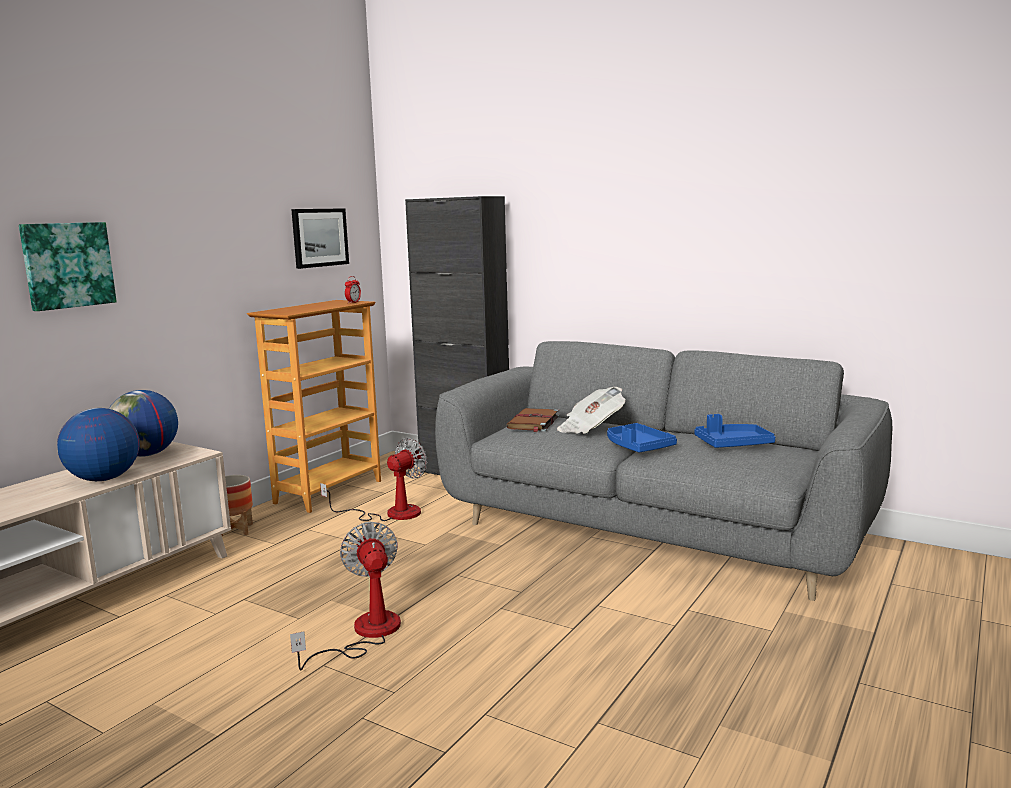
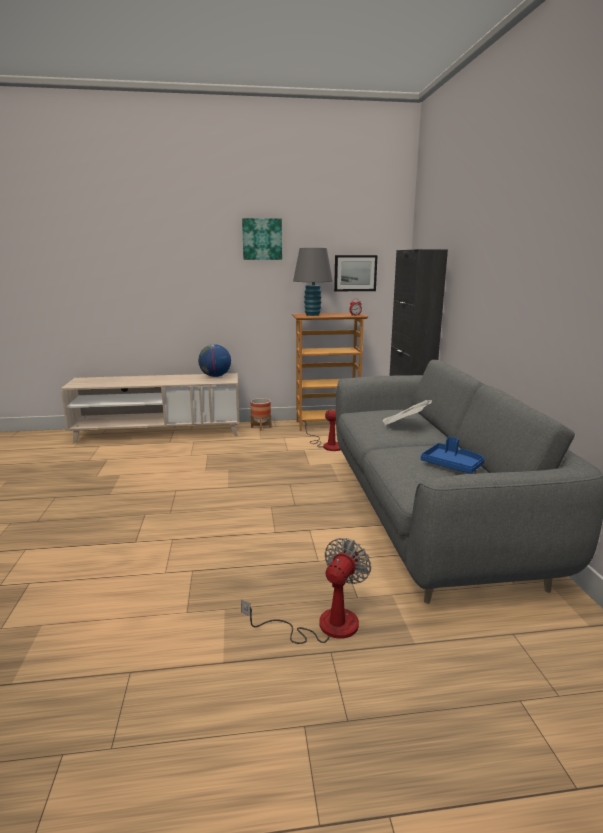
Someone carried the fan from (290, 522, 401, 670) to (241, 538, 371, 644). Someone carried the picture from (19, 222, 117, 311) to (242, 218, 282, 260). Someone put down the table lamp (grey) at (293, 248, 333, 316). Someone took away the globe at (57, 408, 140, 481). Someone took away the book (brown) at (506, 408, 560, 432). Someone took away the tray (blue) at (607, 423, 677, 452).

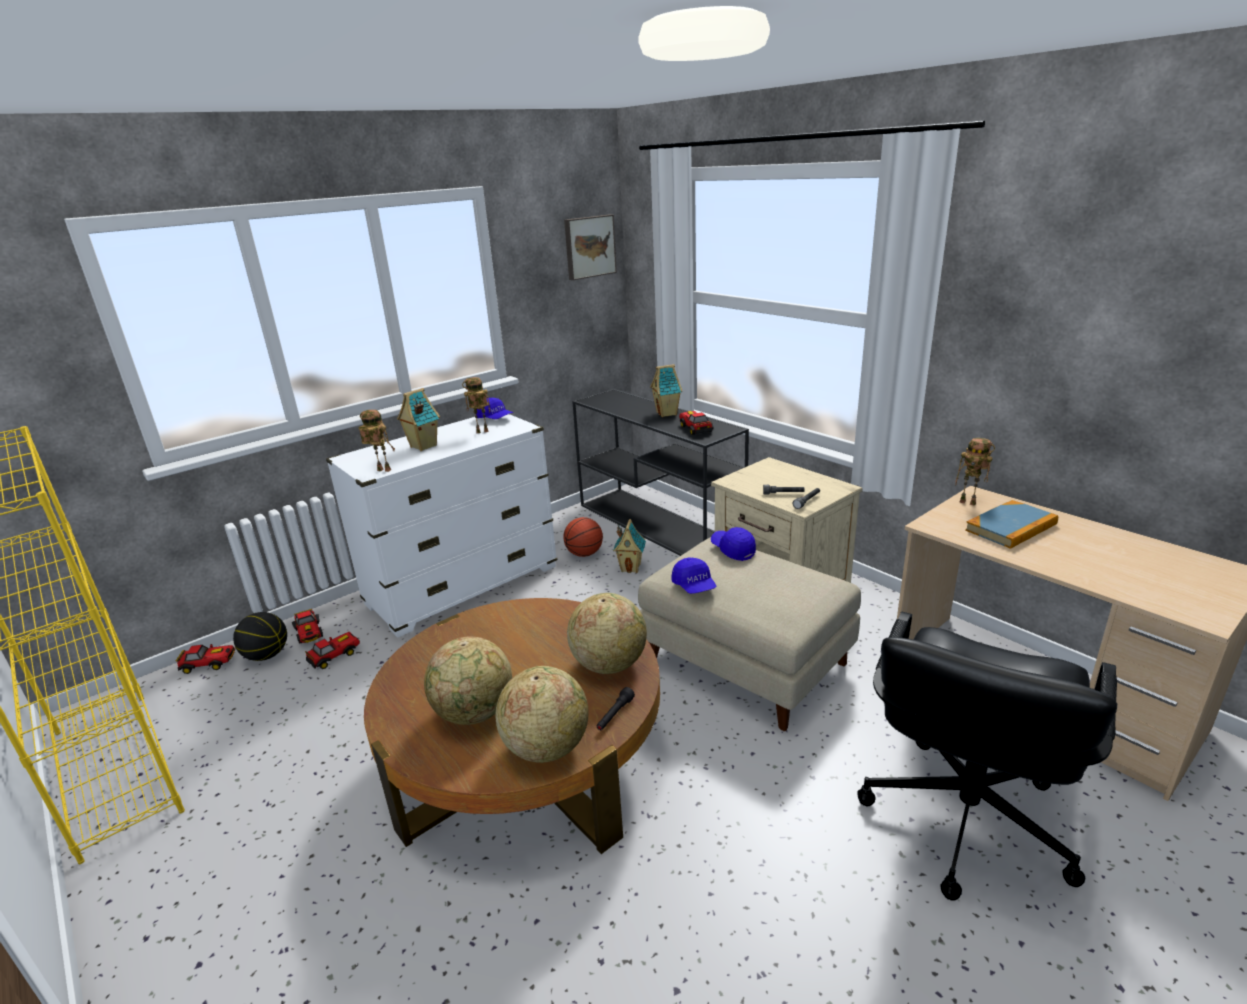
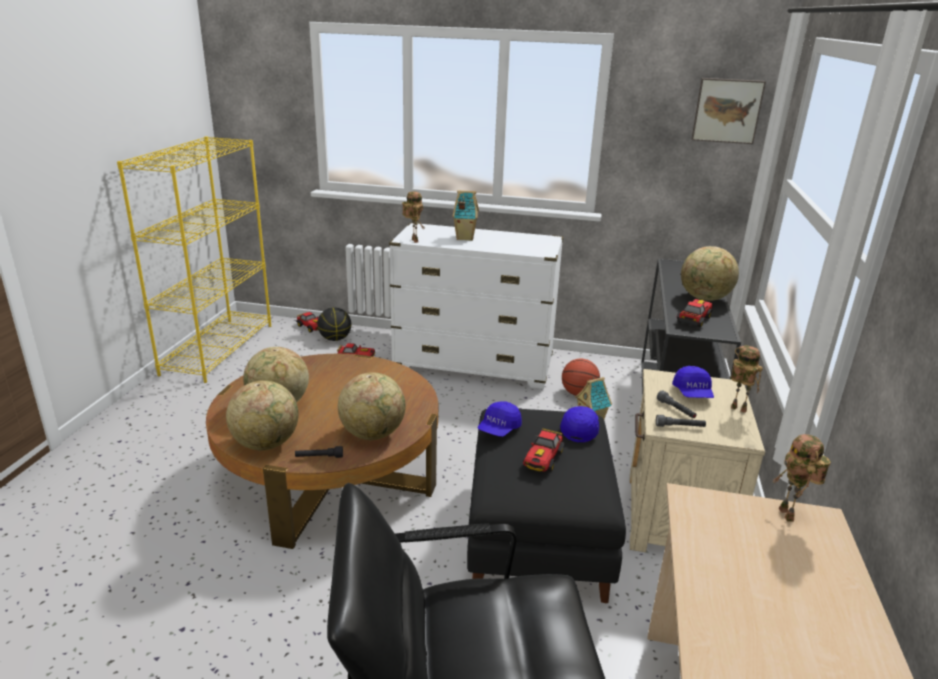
Someone repainted the ottoman (beige) at (638, 537, 861, 731), which became the ottoman (black) at (467, 409, 626, 603). Someone carried the toy car from (292, 609, 323, 644) to (523, 428, 565, 472). Someone carried the cap (blue) from (475, 398, 513, 419) to (672, 366, 714, 398). Someone swapped the toy house at (650, 364, 682, 417) for the globe at (681, 246, 739, 301). Someone carried the toy robot from (462, 377, 490, 433) to (731, 345, 763, 413). Someone took away the book at (965, 500, 1058, 549).

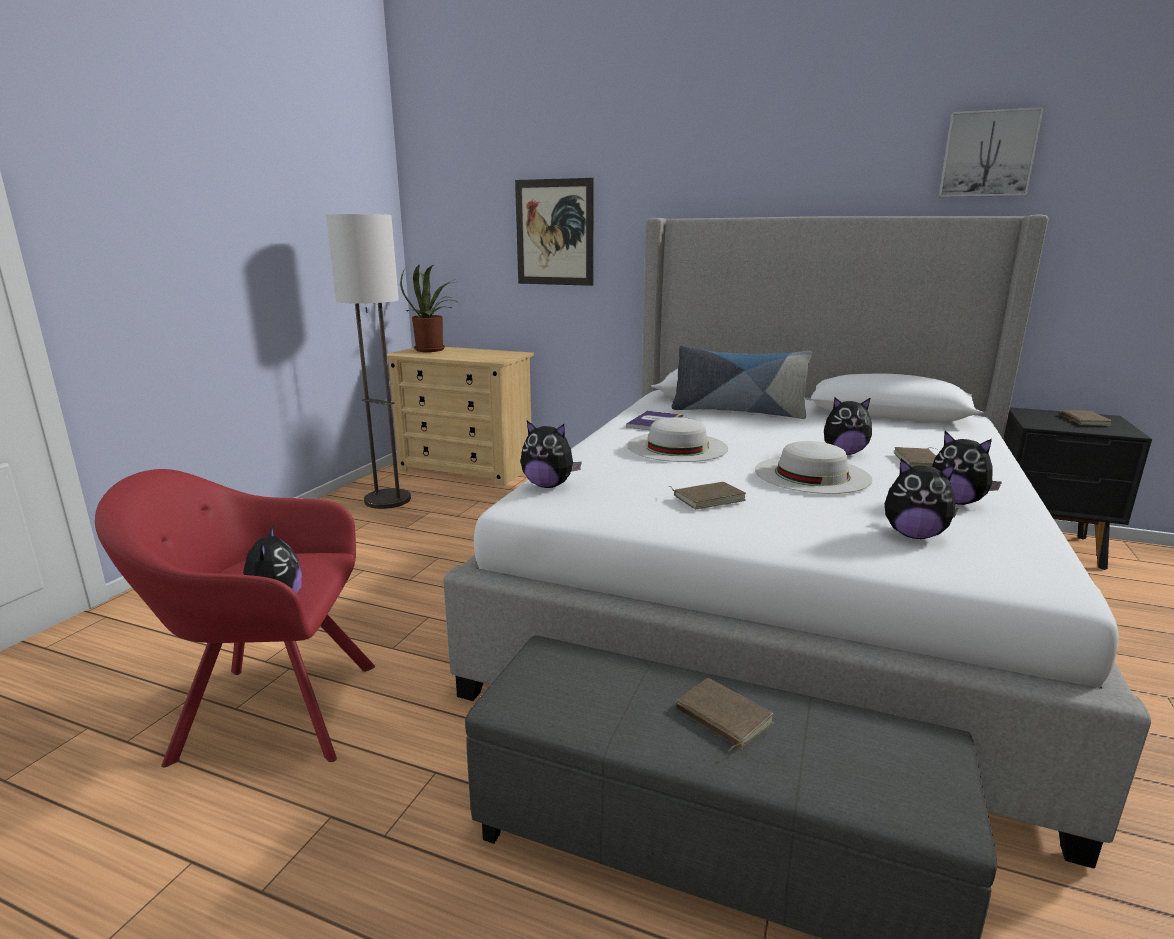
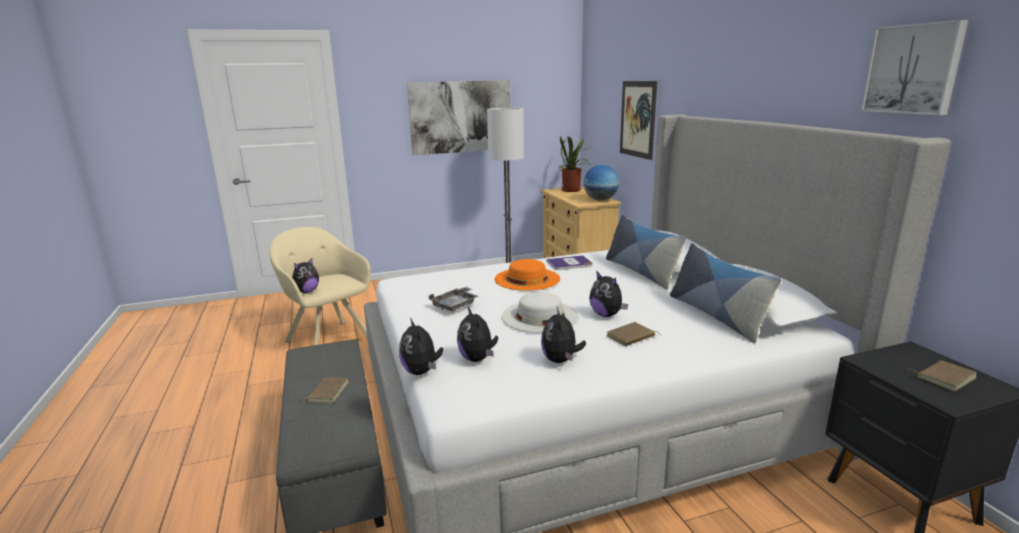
Someone repainted the armchair (red) at (95, 469, 375, 767), which became the armchair (beige) at (269, 227, 370, 345). Someone carried the plush toy from (521, 421, 582, 488) to (399, 318, 444, 375). Someone put up the picture at (407, 80, 510, 155). Someone swapped the book (brown) at (670, 482, 746, 509) for the tray (grey) at (429, 287, 479, 311). Someone repainted the hat (white) at (627, 417, 728, 462), which became the hat (orange) at (495, 259, 560, 291). Someone put down the globe at (584, 165, 619, 200). Someone put down the pillow at (670, 243, 782, 343).

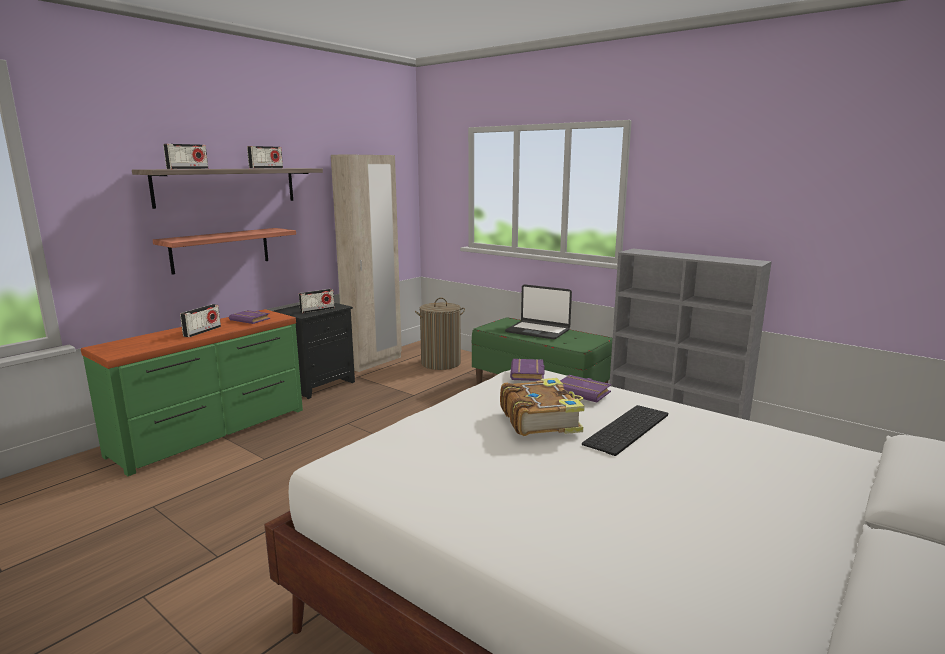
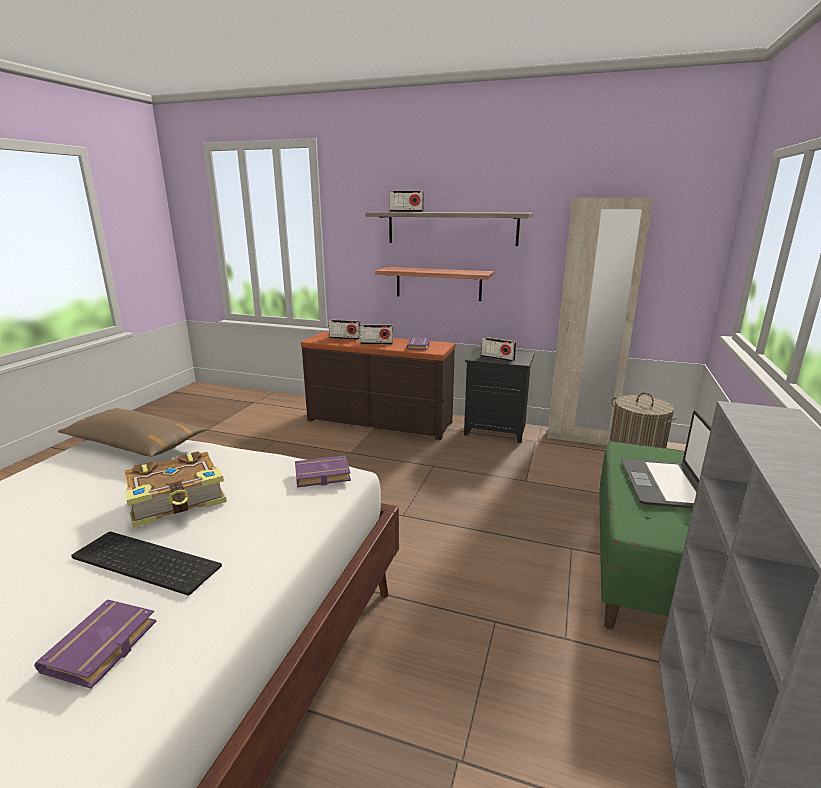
Someone carried the book (purple) from (560, 375, 611, 402) to (34, 599, 157, 689). Someone put down the pillow (brown) at (57, 408, 207, 457). Someone repainted the dresser (green) at (81, 309, 303, 476), which became the dresser (brown) at (301, 332, 455, 440). Someone carried the radio from (247, 146, 283, 168) to (328, 320, 360, 340).

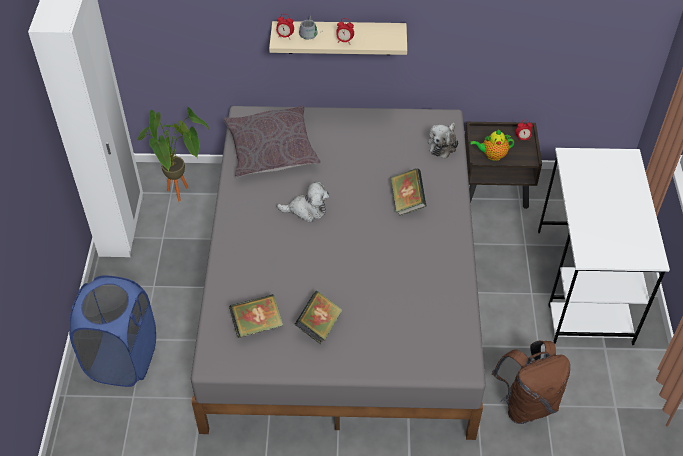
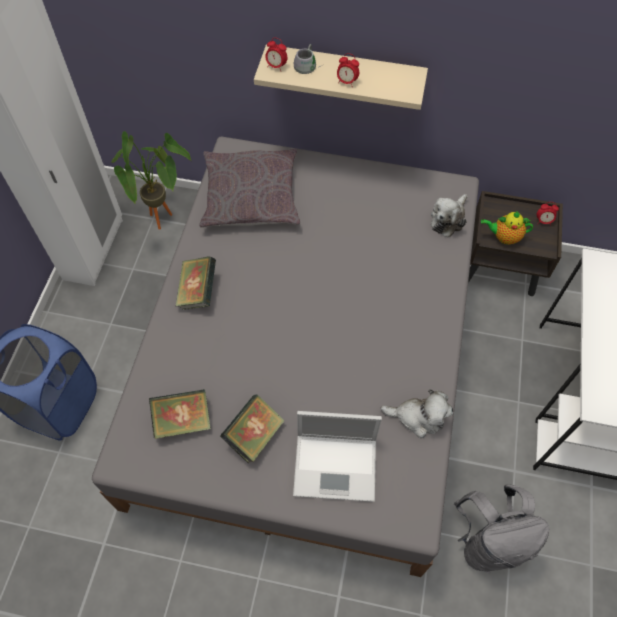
Someone carried the book from (391, 168, 427, 216) to (176, 256, 216, 310). Someone put down the laptop at (293, 411, 382, 502). Someone carried the plush toy from (277, 181, 329, 222) to (381, 389, 453, 438). Someone repainted the backpack (brown) at (492, 341, 570, 424), which became the backpack (grey) at (453, 484, 549, 574).

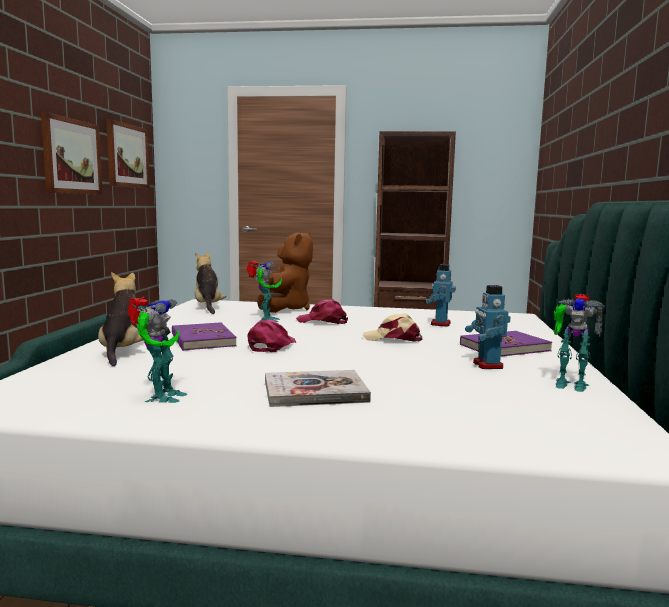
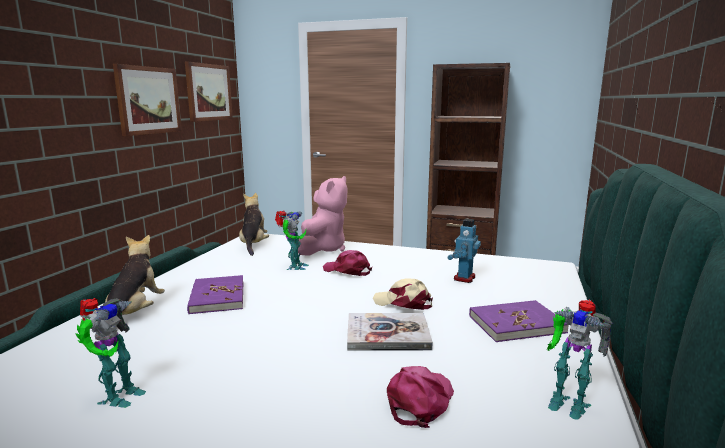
Someone repainted the plush toy (brown) at (257, 231, 313, 313), which became the plush toy (pink) at (298, 176, 347, 256). Someone carried the book from (265, 370, 371, 407) to (347, 313, 433, 351). Someone carried the cap (pink) from (247, 320, 297, 352) to (387, 366, 454, 428). Someone took away the toy robot at (465, 285, 510, 369).

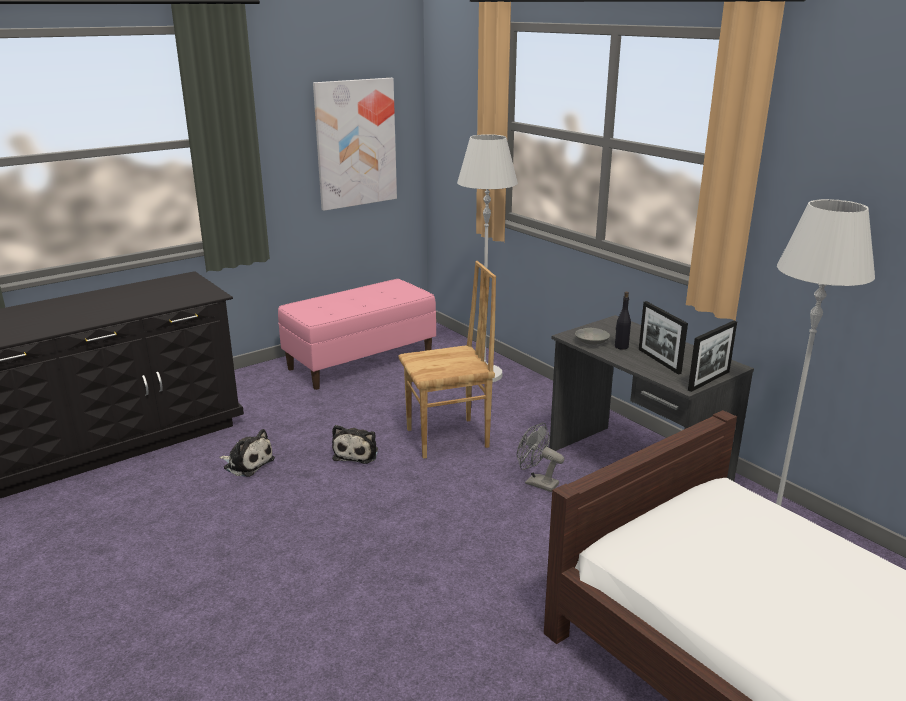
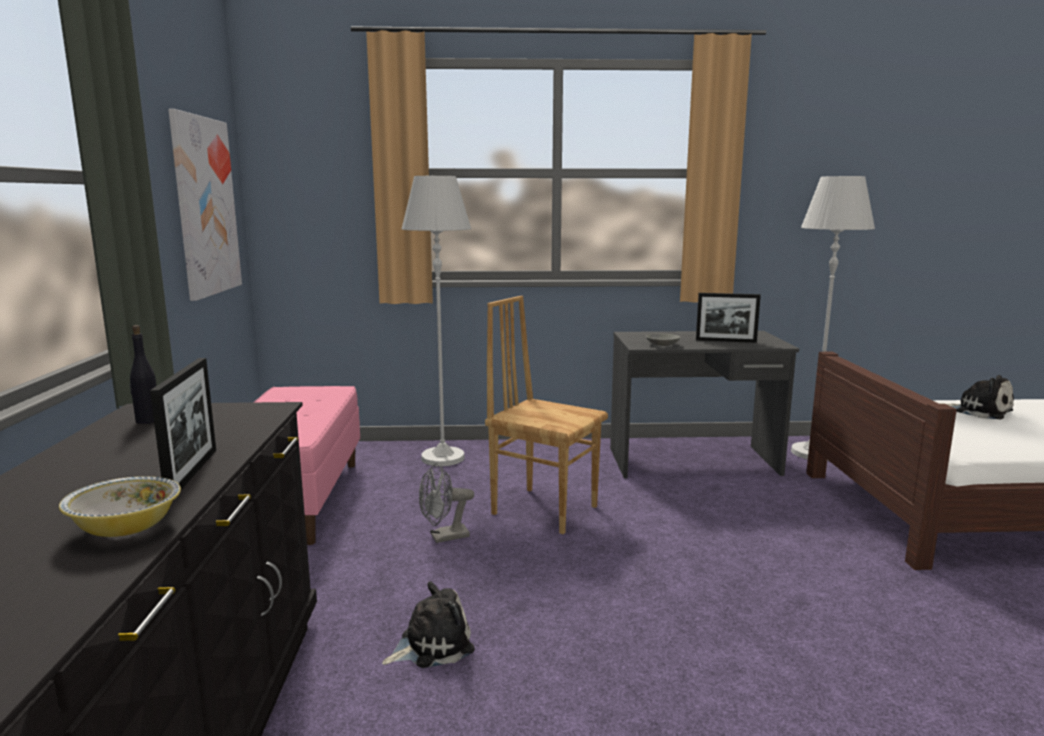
Someone put down the bowl at (59, 476, 181, 537). Someone carried the bottle (black) from (615, 292, 631, 350) to (130, 325, 156, 424). Someone carried the picture frame from (688, 321, 737, 392) to (150, 358, 216, 490). Someone carried the fan (grey) from (517, 422, 564, 492) to (419, 463, 474, 543). Someone rotated the chair (brown) at (399, 261, 496, 459) by 75 degrees counterclockwise. Someone carried the plush toy from (332, 425, 378, 464) to (940, 375, 1014, 419).

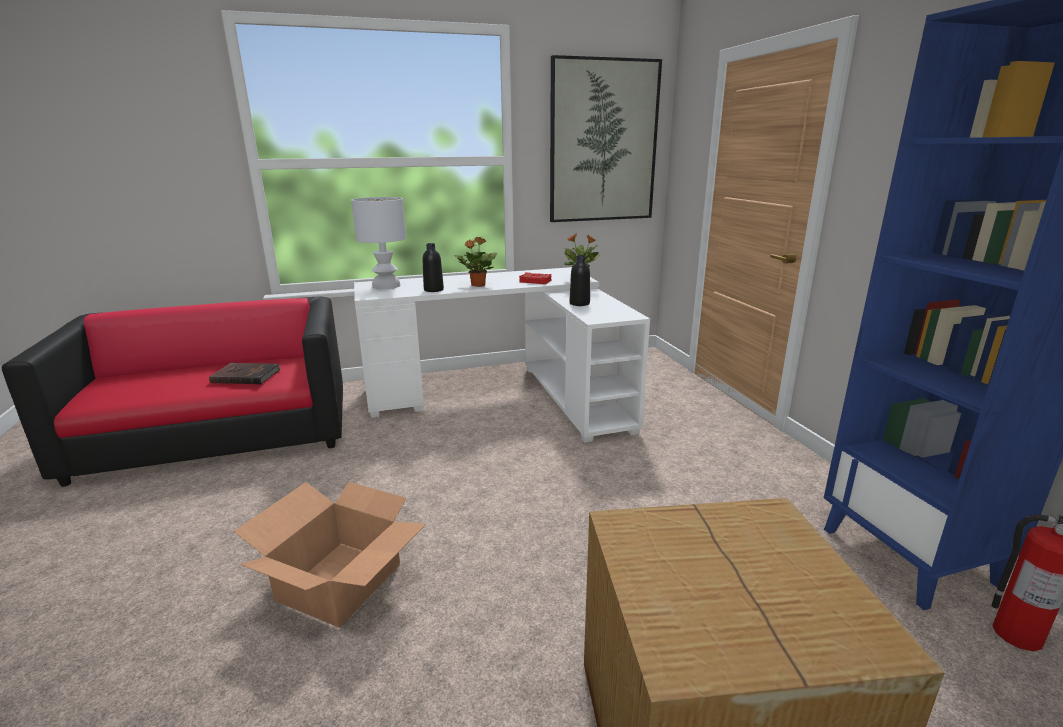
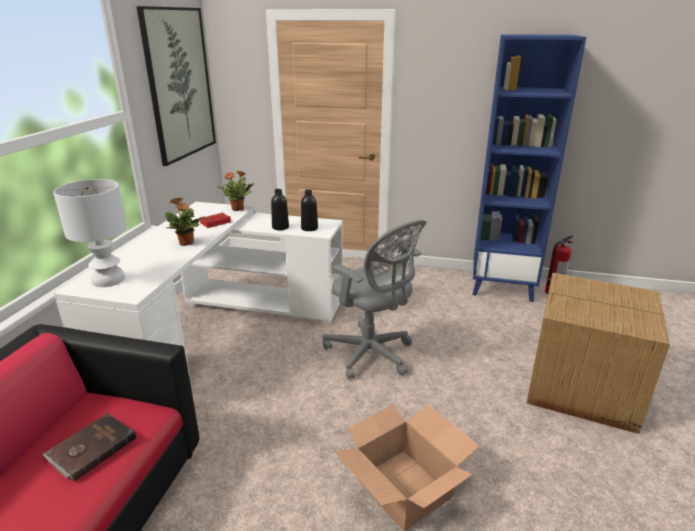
Someone carried the bottle (black) from (422, 243, 444, 292) to (301, 190, 318, 231). Someone put down the office chair (grey) at (322, 220, 427, 379).

